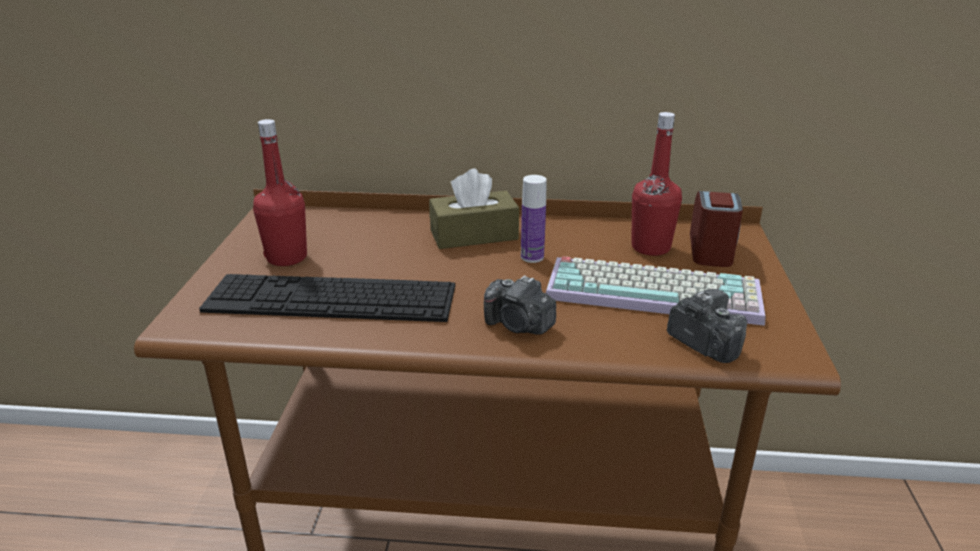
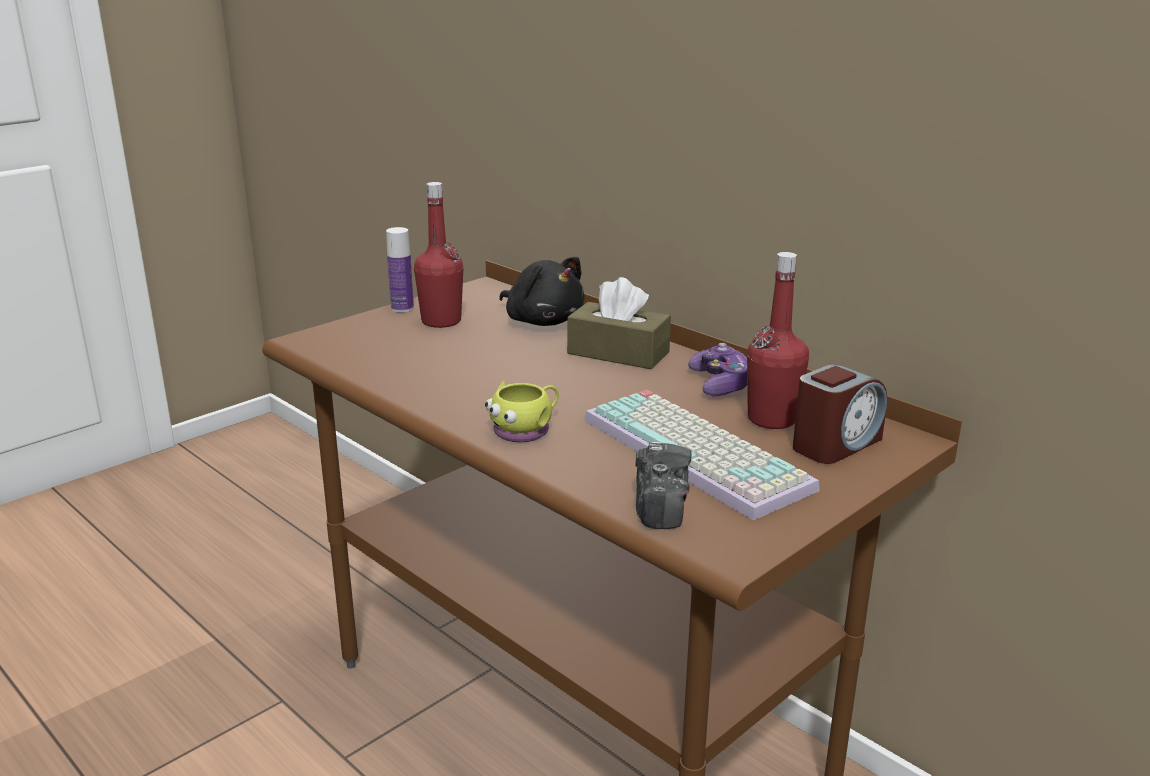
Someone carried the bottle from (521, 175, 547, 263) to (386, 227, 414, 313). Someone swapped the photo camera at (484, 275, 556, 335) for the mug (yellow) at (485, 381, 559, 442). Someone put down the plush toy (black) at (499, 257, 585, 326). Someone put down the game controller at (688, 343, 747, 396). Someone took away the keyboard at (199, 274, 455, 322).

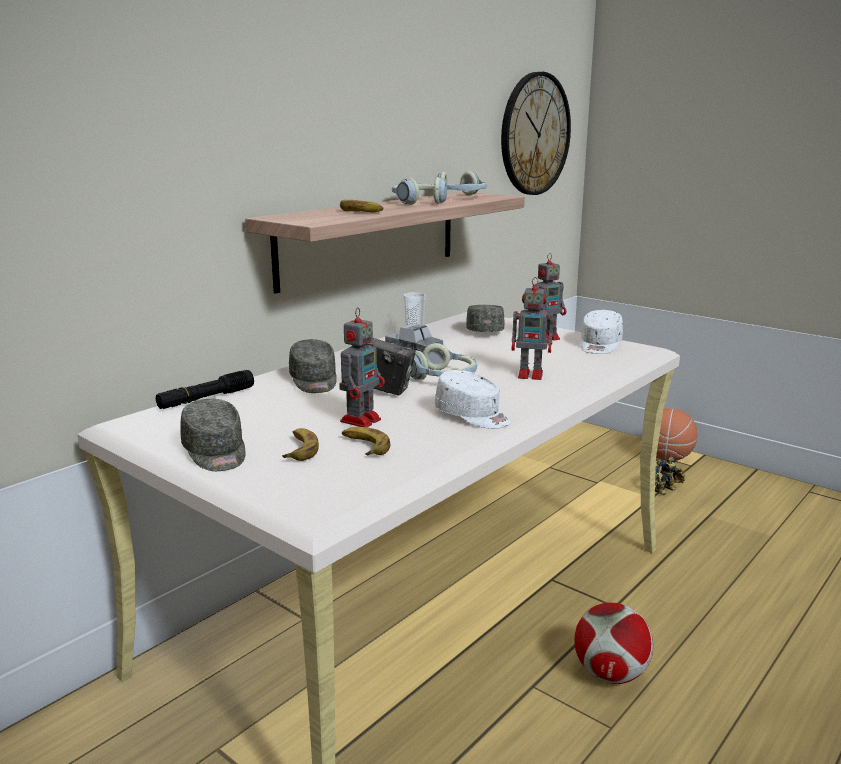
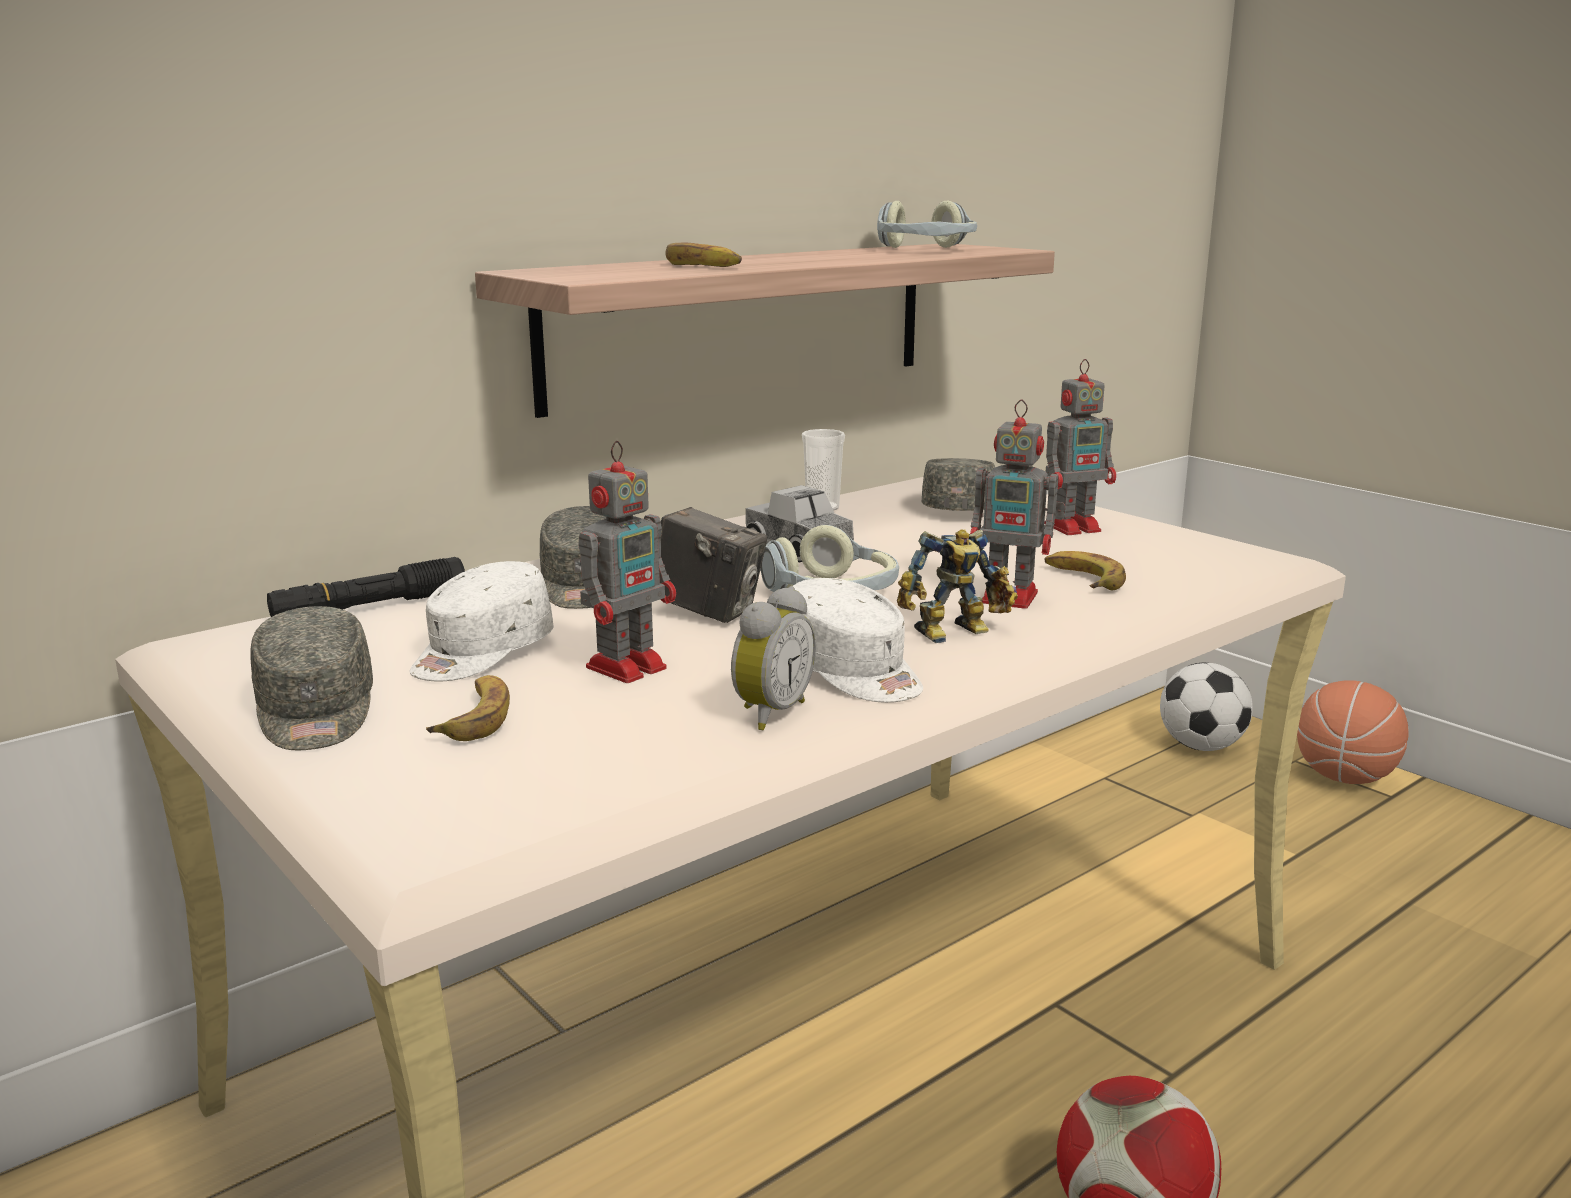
Someone carried the cap (white) from (580, 310, 623, 354) to (410, 561, 554, 682). Someone put down the alarm clock at (731, 586, 816, 730). Someone carried the toy robot from (655, 457, 685, 495) to (897, 529, 1018, 643). Someone carried the banana from (342, 427, 390, 455) to (1044, 551, 1126, 590). Someone put down the football at (1160, 662, 1253, 751). Someone took away the headphones at (392, 177, 447, 205). Someone took away the wall clock at (501, 72, 571, 195).

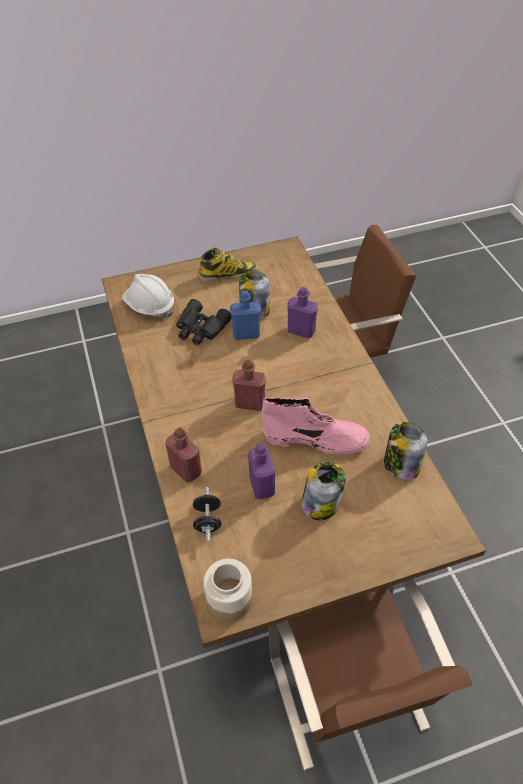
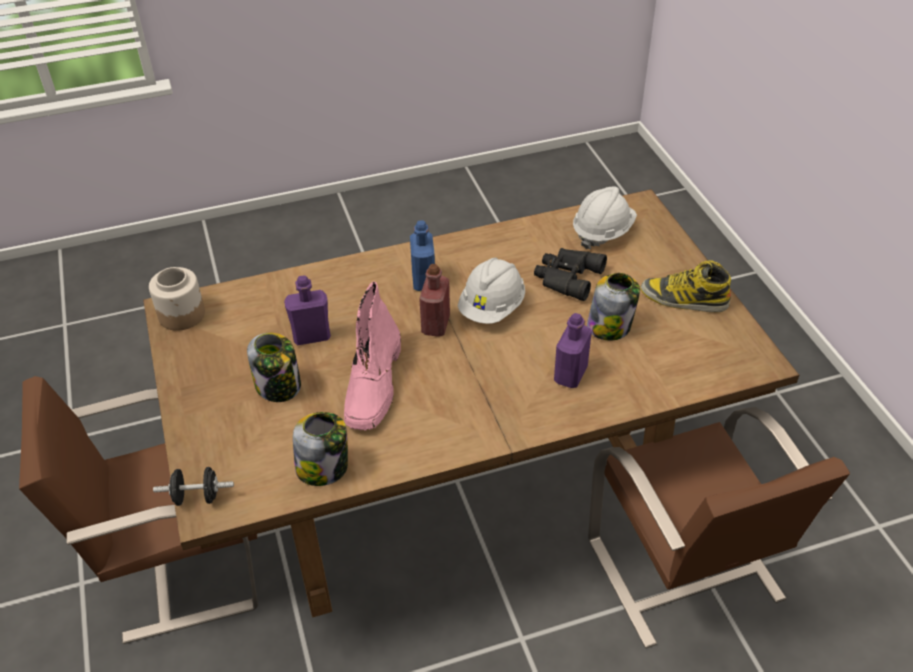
Someone carried the dumbbell (black) from (193, 487, 222, 542) to (153, 467, 234, 506). Someone carried the bottle (blue) from (230, 290, 261, 340) to (410, 220, 435, 291). Someone put down the hard hat (white) at (458, 258, 525, 324). Someone rotated the boot at (199, 247, 259, 282) by 120 degrees clockwise. Someone took away the bottle (red) at (165, 427, 202, 483).

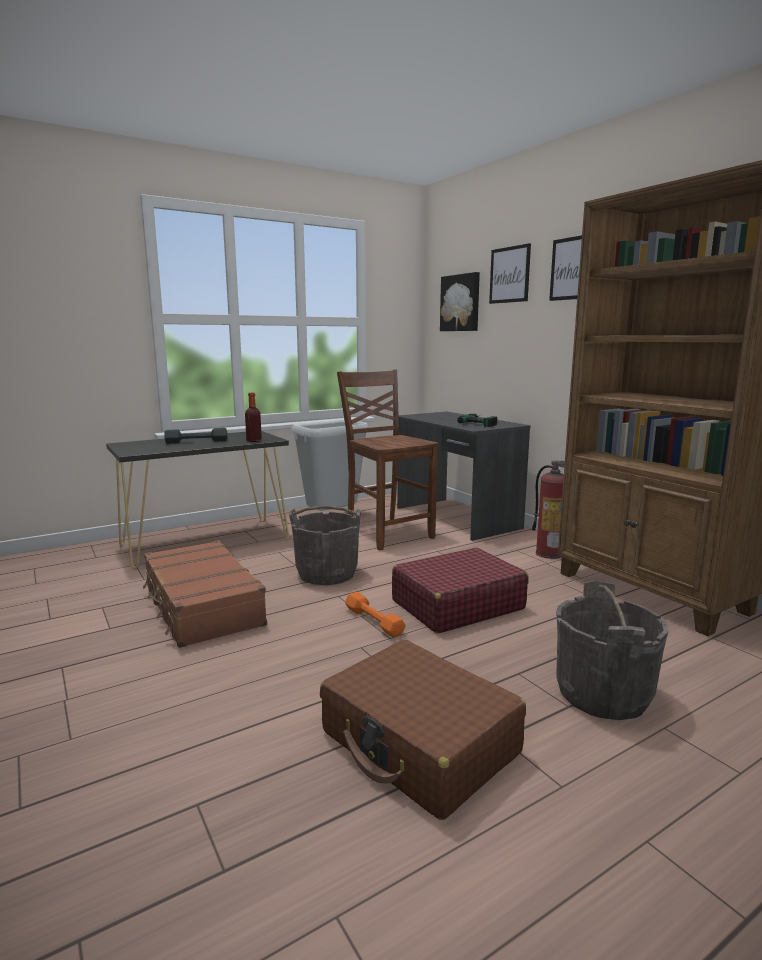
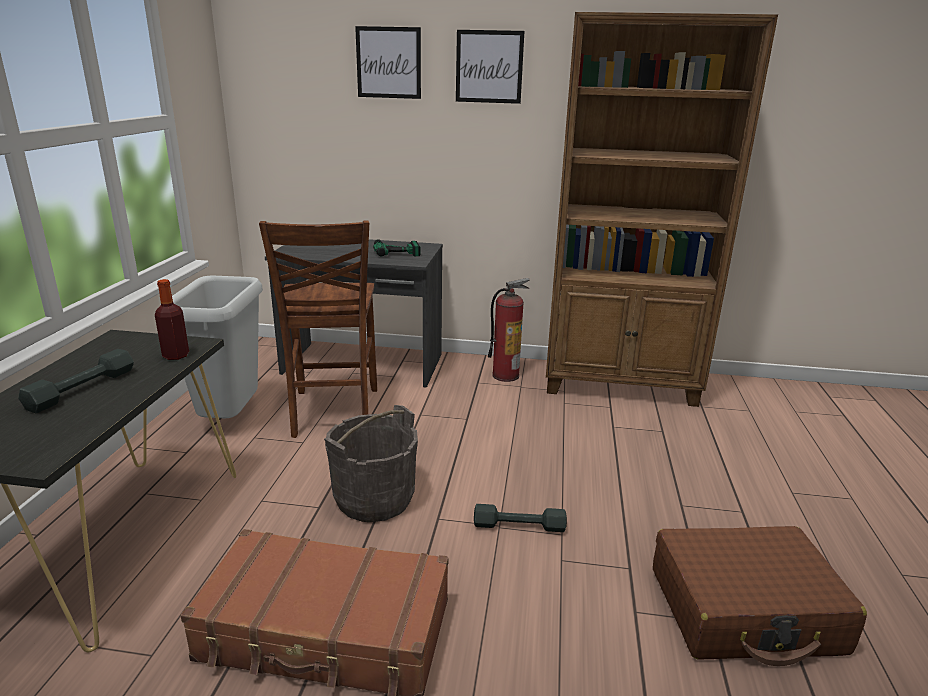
Someone rotated the chair (brown) at (337, 370, 439, 550) by 105 degrees counterclockwise. Someone repainted the dumbbell (orange) at (345, 592, 406, 638), which became the dumbbell (grey) at (474, 504, 567, 532). Someone took away the suitcase (red) at (392, 548, 528, 633). Someone took away the picture at (440, 272, 480, 331). Someone took away the bucket (grey) at (556, 581, 669, 720).

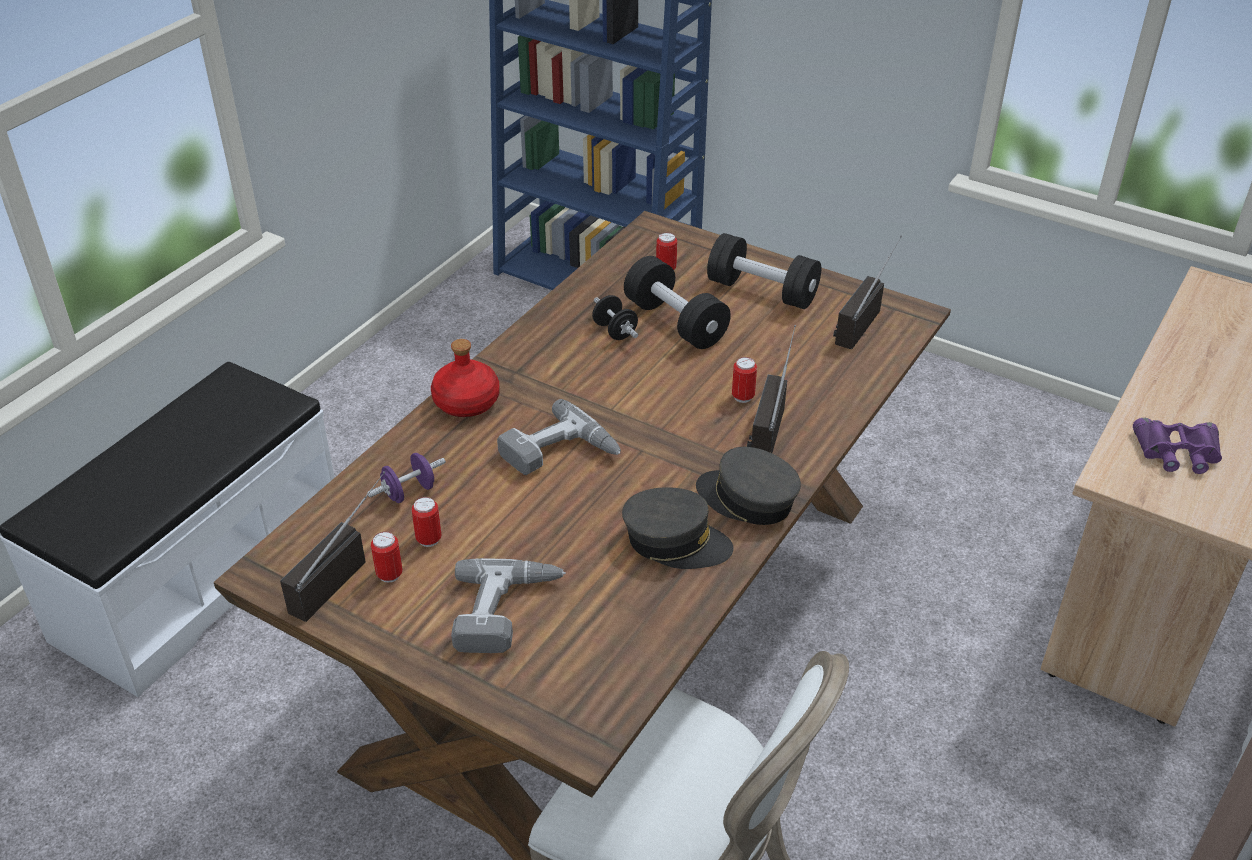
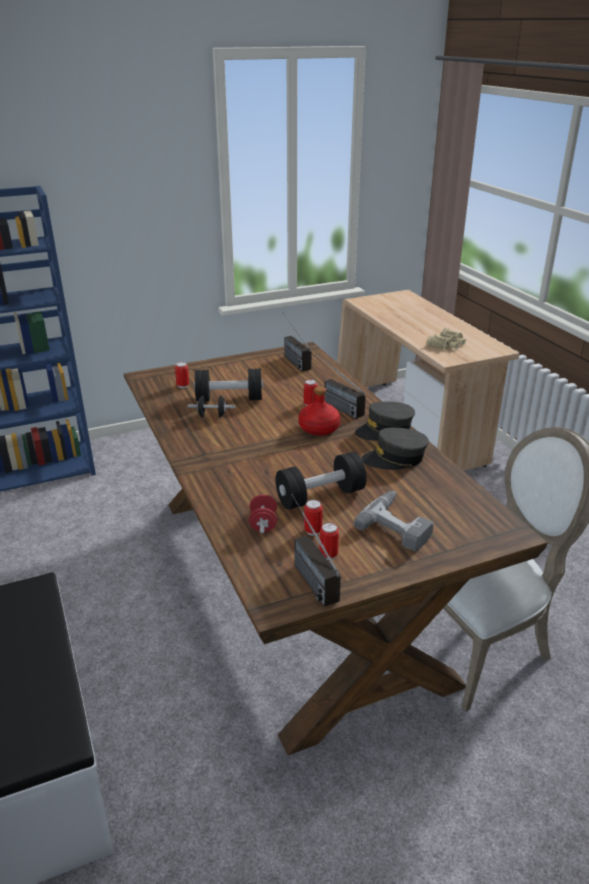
Someone repainted the dumbbell (purple) at (367, 453, 446, 503), which became the dumbbell (red) at (249, 494, 277, 533). Someone carried the dumbbell (black) from (707, 233, 821, 309) to (275, 452, 367, 510). Someone carried the bottle (red) from (431, 339, 500, 417) to (298, 386, 341, 436). Someone rotated the cap (grey) at (622, 487, 734, 569) by 150 degrees counterclockwise. Someone repainted the binoculars (purple) at (1133, 418, 1222, 474), which became the binoculars (beige) at (426, 328, 466, 350). Someone took away the power drill at (497, 399, 621, 475).

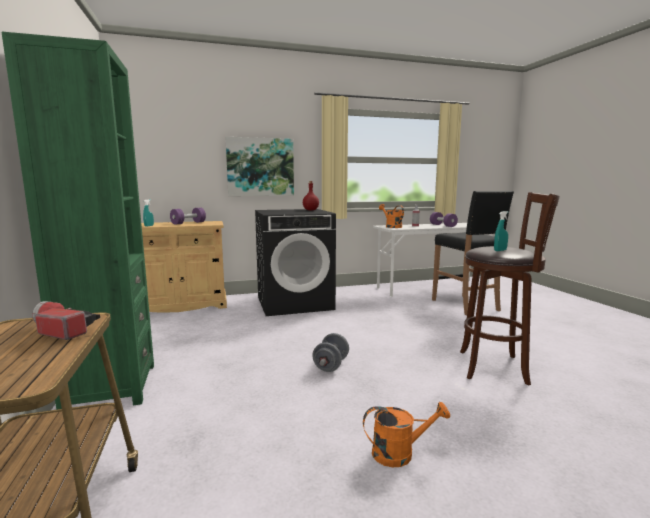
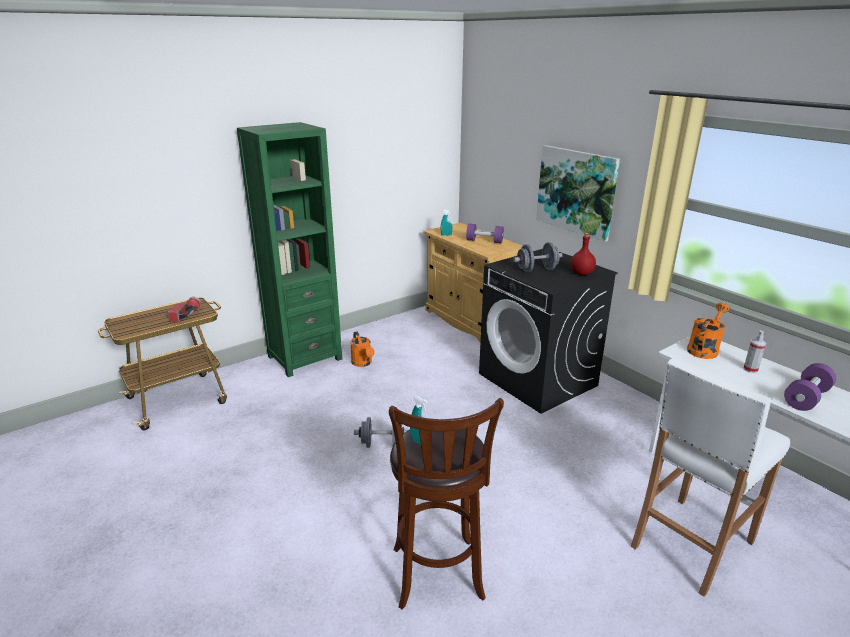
Someone carried the watering can (orange) from (363, 402, 450, 467) to (350, 331, 375, 367). Someone put down the dumbbell (grey) at (513, 242, 563, 272). Someone repainted the stool (black) at (432, 191, 514, 316), which became the stool (white) at (631, 358, 790, 597).

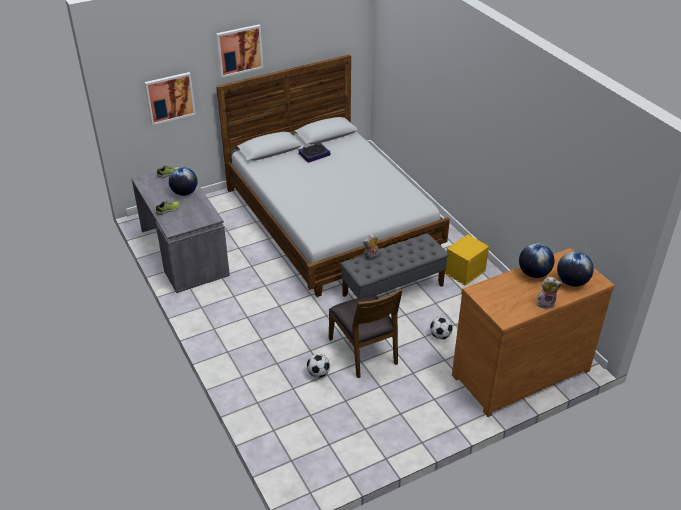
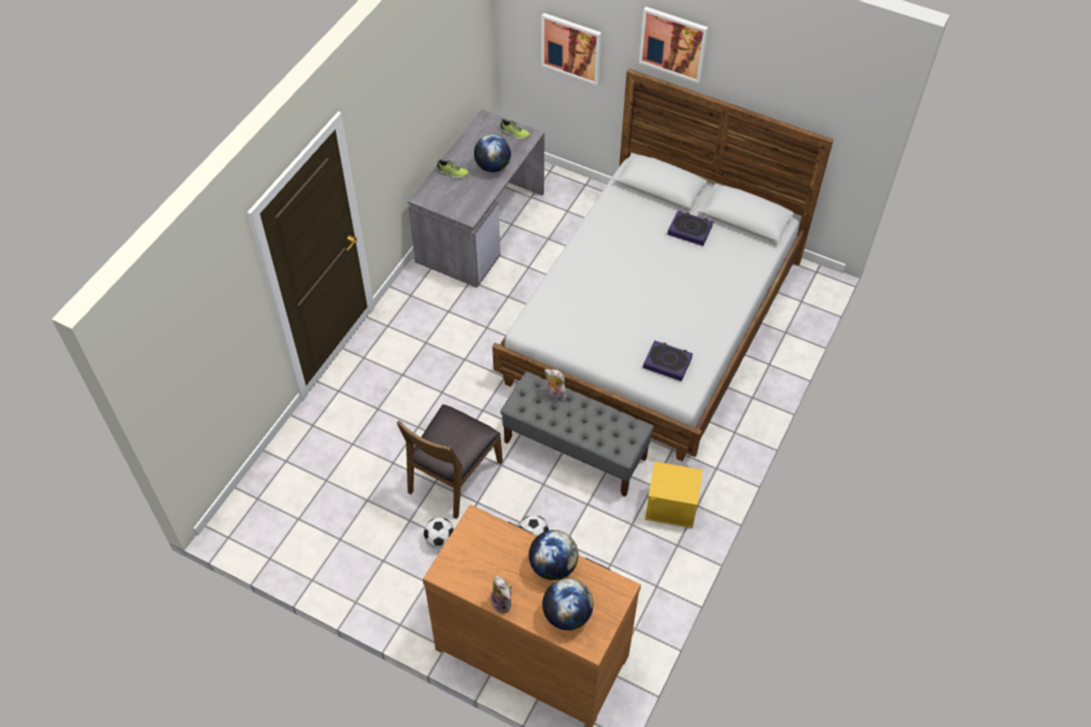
Someone carried the football from (307, 354, 330, 378) to (424, 517, 454, 549). Someone put down the book at (643, 340, 693, 381).

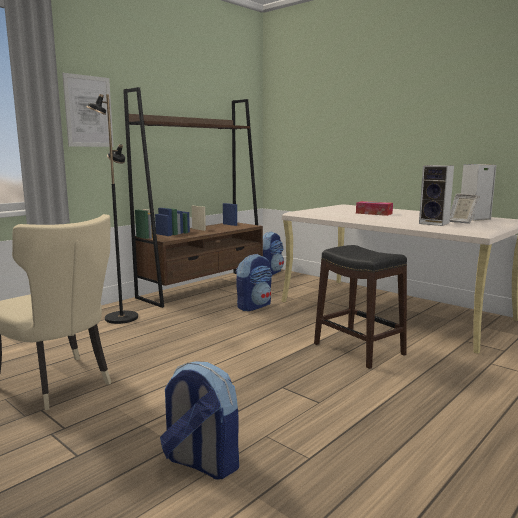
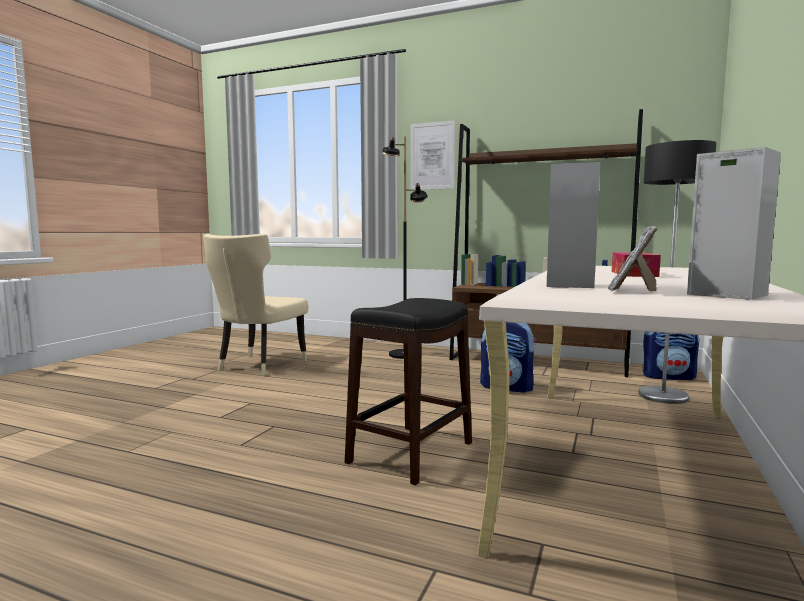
Someone put down the floor lamp at (638, 140, 717, 404). Someone took away the backpack at (160, 361, 239, 480).

